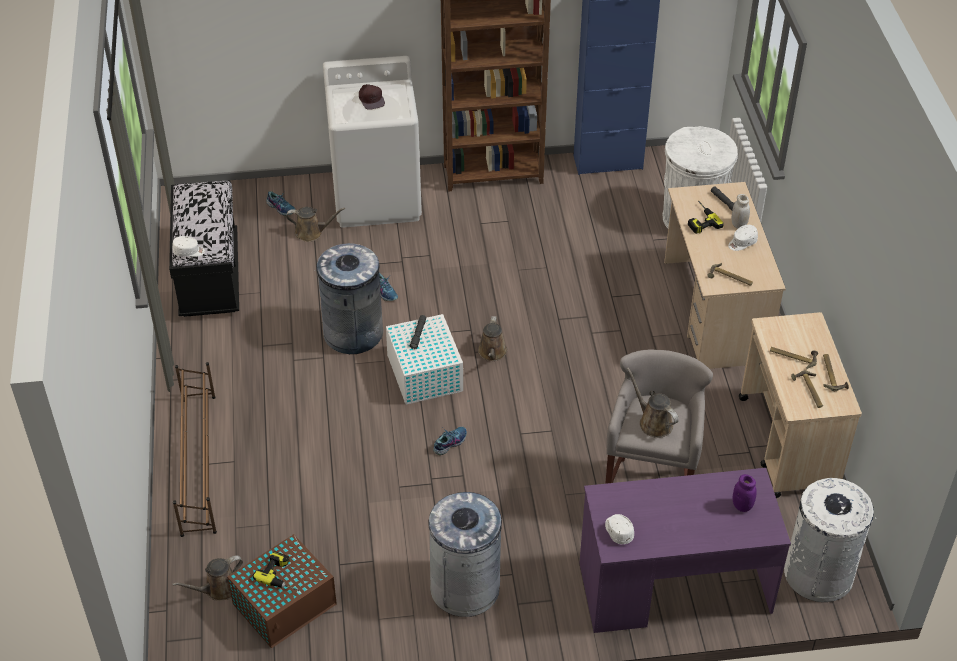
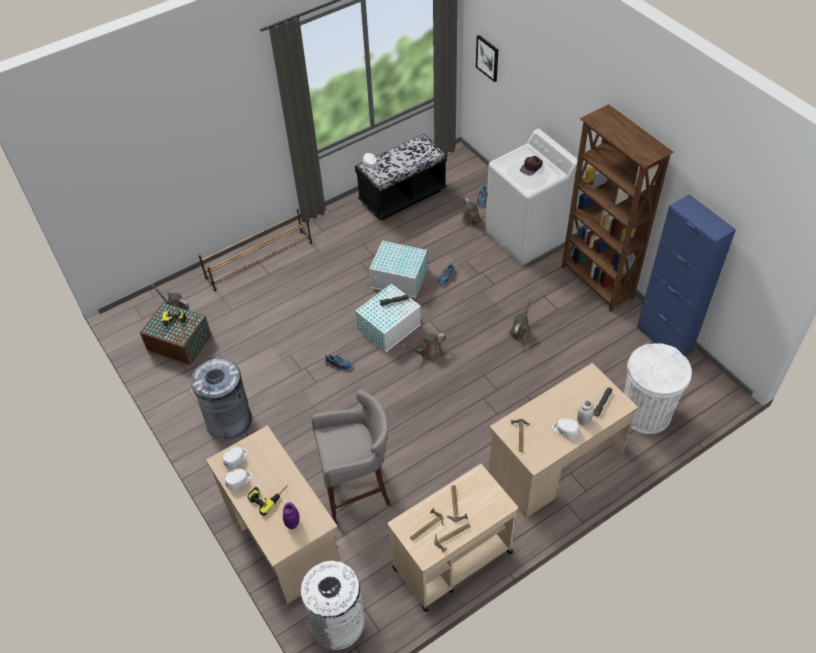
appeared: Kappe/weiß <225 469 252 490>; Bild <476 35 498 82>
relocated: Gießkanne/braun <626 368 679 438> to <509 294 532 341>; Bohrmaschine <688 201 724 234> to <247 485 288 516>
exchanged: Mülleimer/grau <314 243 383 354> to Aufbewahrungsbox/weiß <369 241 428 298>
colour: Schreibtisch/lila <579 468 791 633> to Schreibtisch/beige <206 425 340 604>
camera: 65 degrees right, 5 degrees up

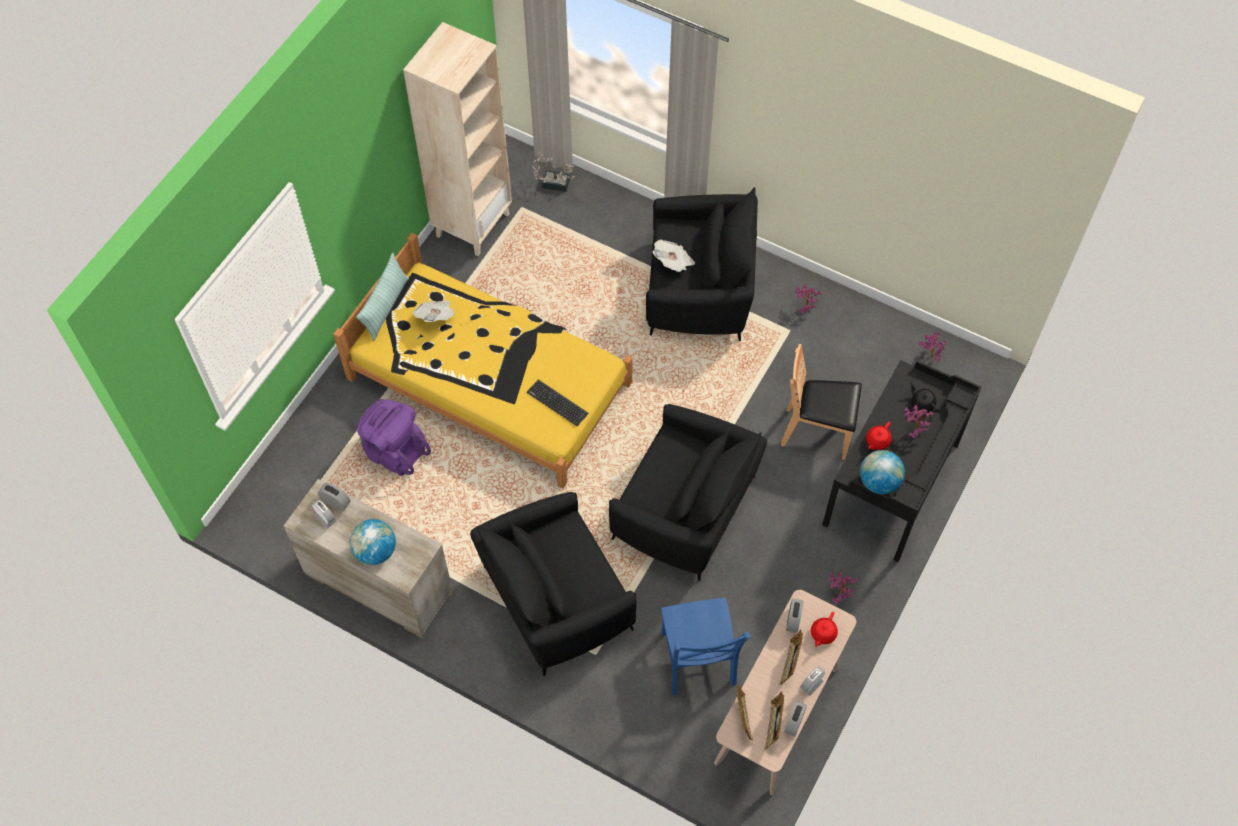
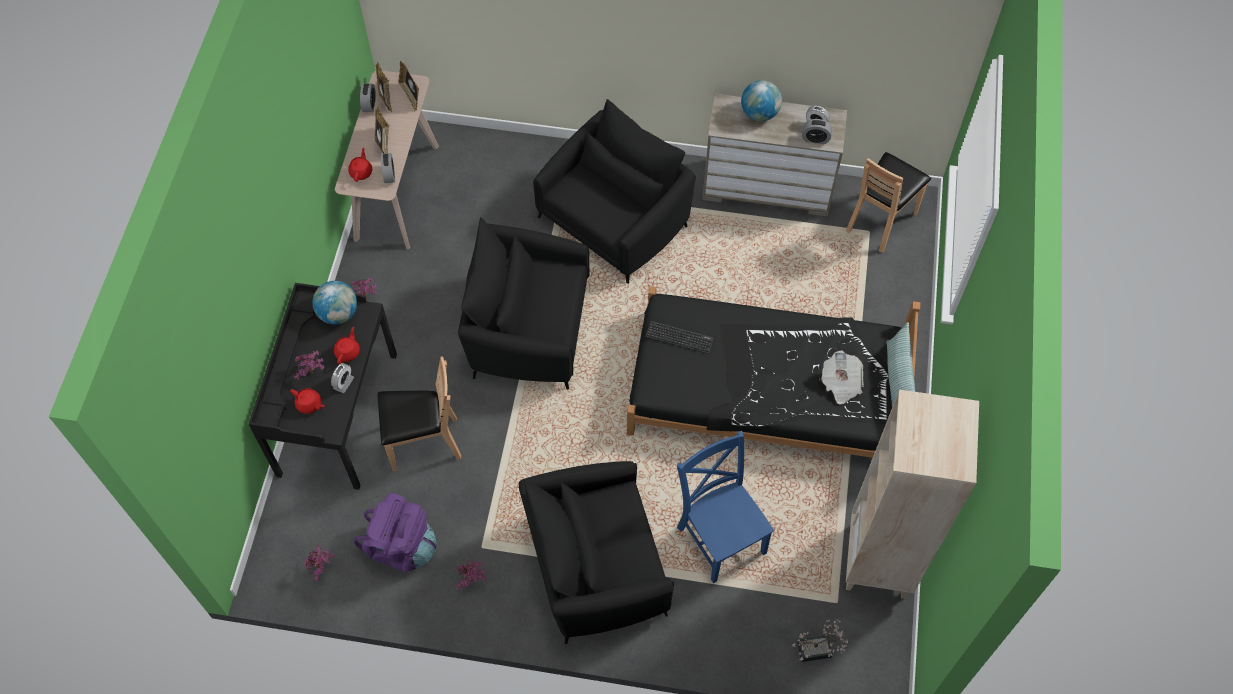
missing: Zeitung <652 240 695 272>
appeared: Stuhl/braun <846 152 931 253>
relocated: Rucksack/lila <357 399 431 476> to <354 493 437 572>; Stuhl/blau <661 598 751 695> to <677 431 774 583>; Wecker <800 666 825 696> to <331 363 354 393>
colour: Bett/gelb <333 233 633 488> to Bett/schwarz <627 286 921 458>; Teekanne/schwarz <910 382 939 413> to Teekanne/rot <290 388 325 414>
camera: 160 degrees right, 0 degrees up

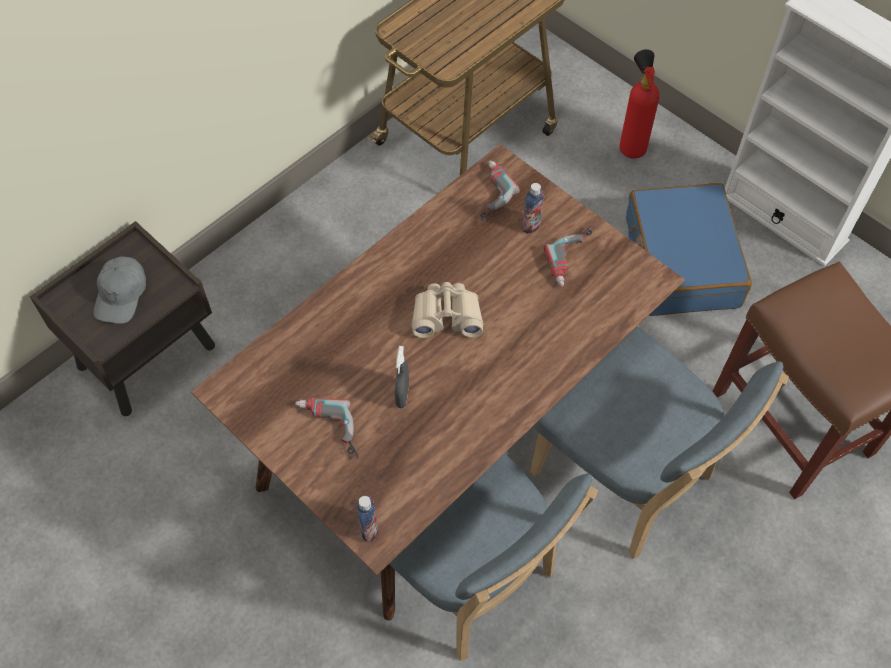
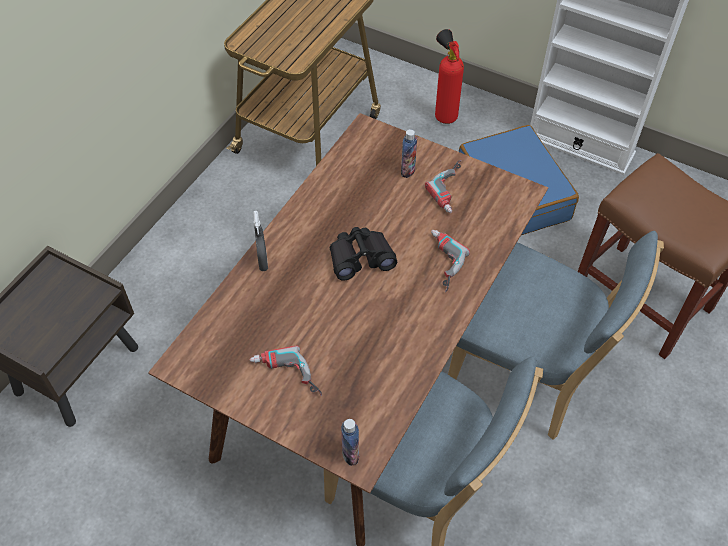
missing: Kappe/grau <94 256 146 324>
relocated: Sprühflasche/grau <395 346 409 408> to <254 211 268 271>; Bohrmaschine <480 160 520 224> to <431 230 470 292>
colour: Fernglas/beige <411 282 484 338> to Fernglas/schwarz <330 227 397 281>
camera: 15 degrees left, 5 degrees down

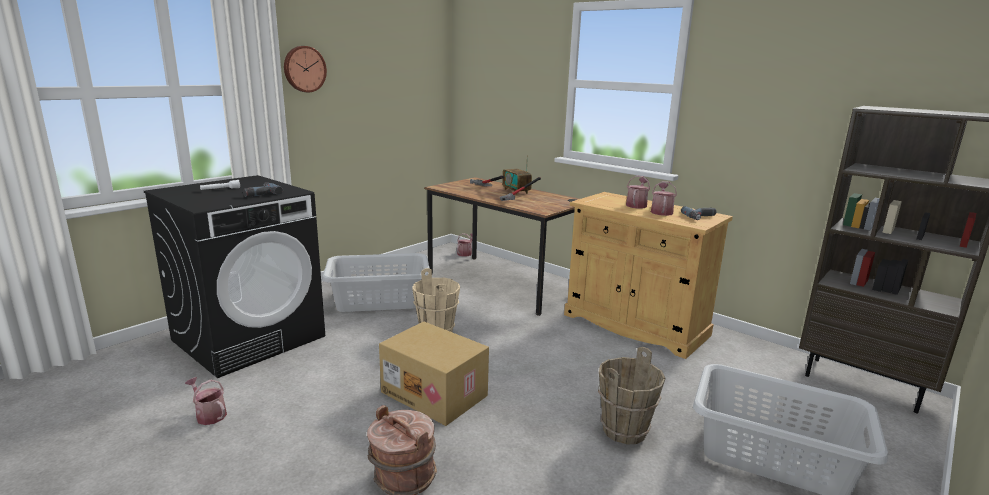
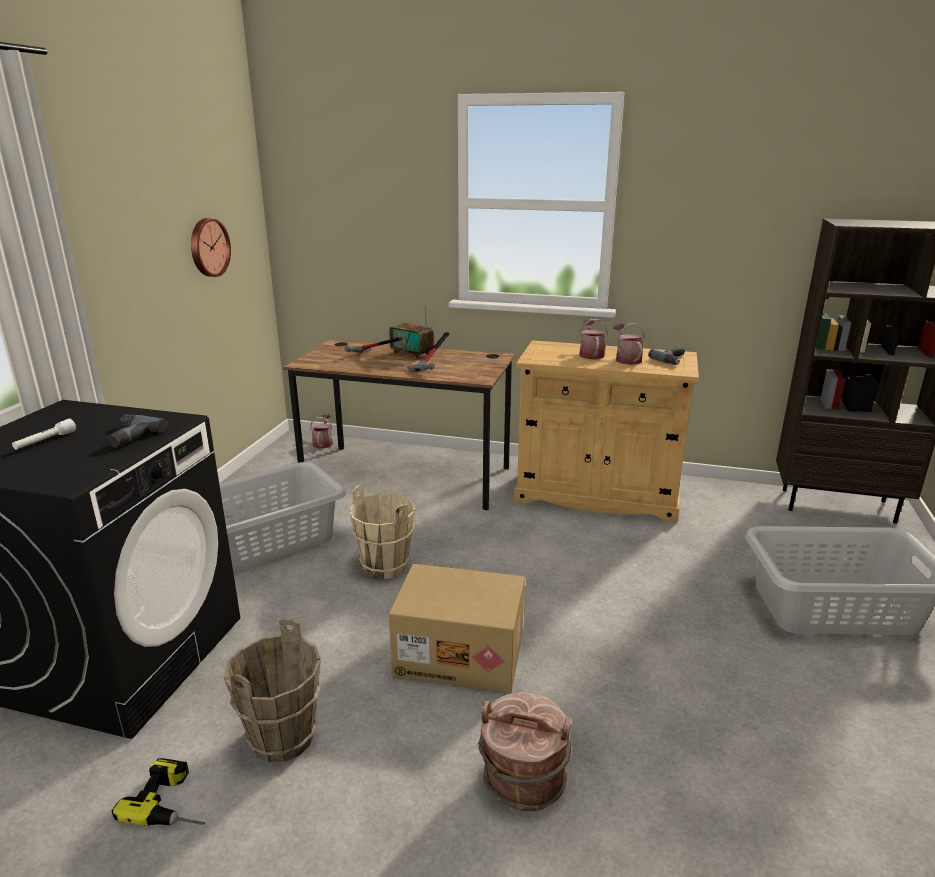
relocated: Wanduhr <284 46 327 92> to <191 218 231 277>; Eimer/braun <598 347 665 445> to <224 618 322 762>
exchanged: Gießkanne <185 377 227 425> to Bohrmaschine <111 758 205 826>
camera: 25 degrees left, 5 degrees up

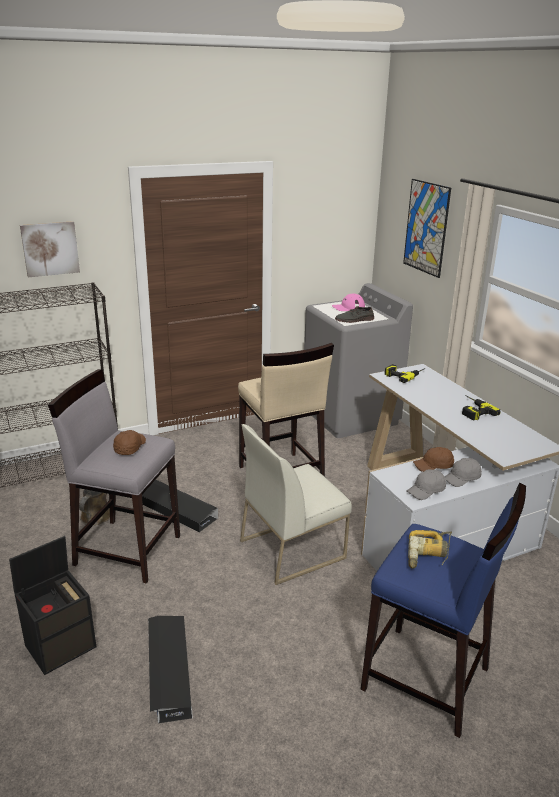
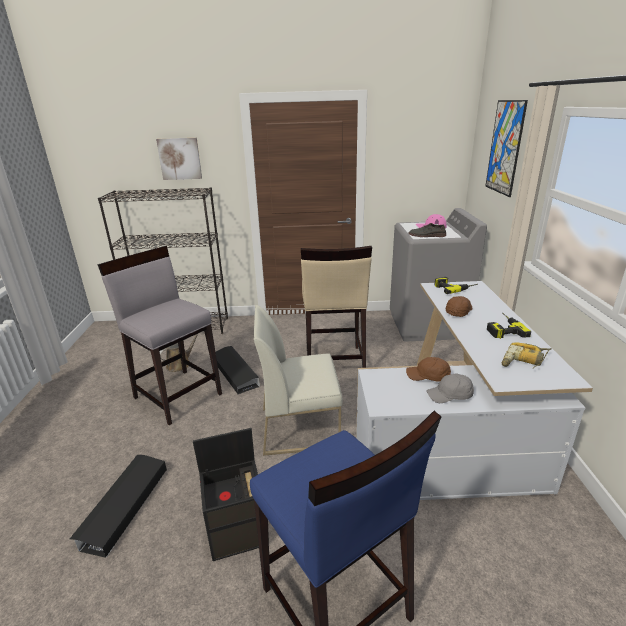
missing: Kappe/grau <406 469 446 500>
relocated: Aufbewahrungsbox/schwarz <9 536 96 675> to <193 428 259 561>; Kappe/braun <113 430 146 455> to <446 296 472 317>; Bohrmaschine <408 530 452 569> to <501 342 552 369>
camera: 25 degrees right, 0 degrees up

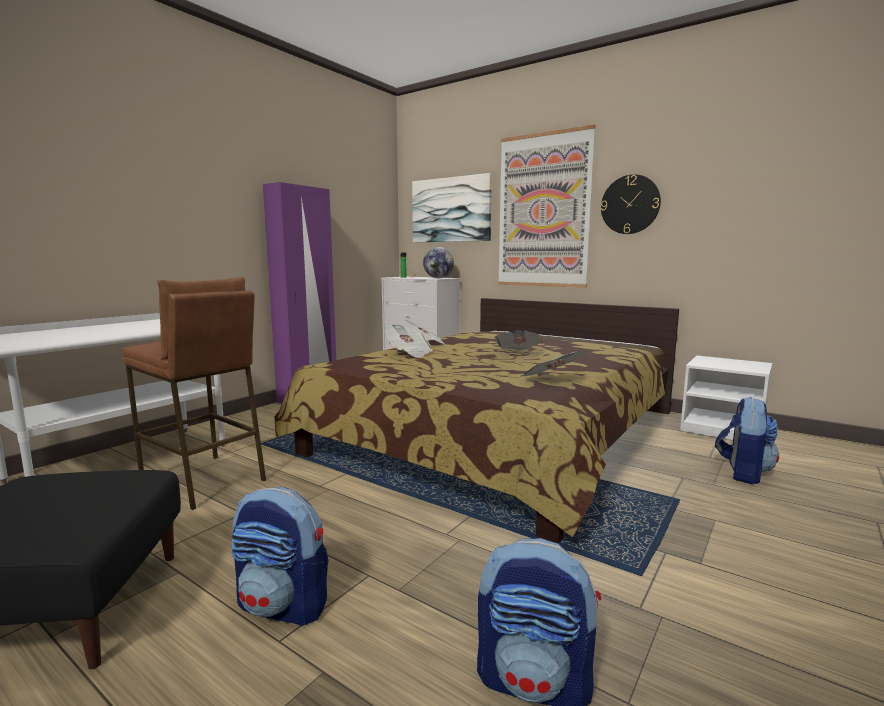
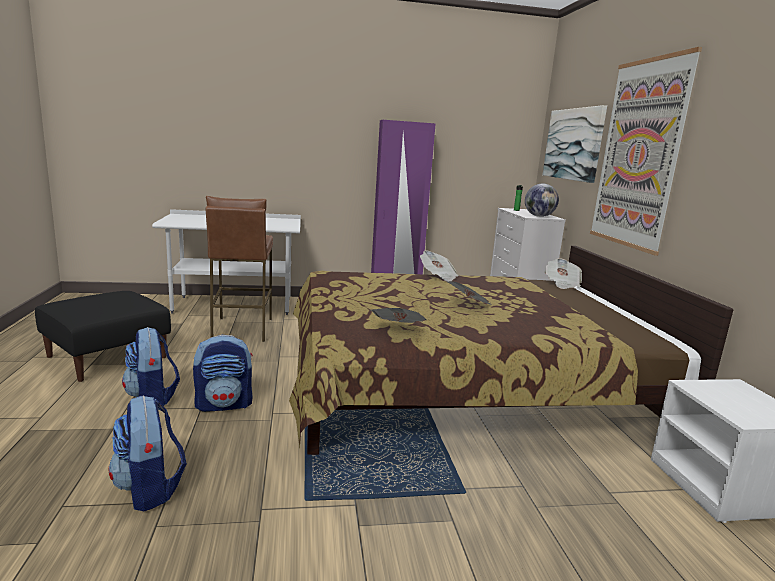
missing: Wanduhr <601 174 661 234>
relocated: Zeitung <385 324 433 358> to <545 258 582 289>; Rucksack <715 397 779 484> to <193 335 253 412>
camera: 45 degrees right, 5 degrees up

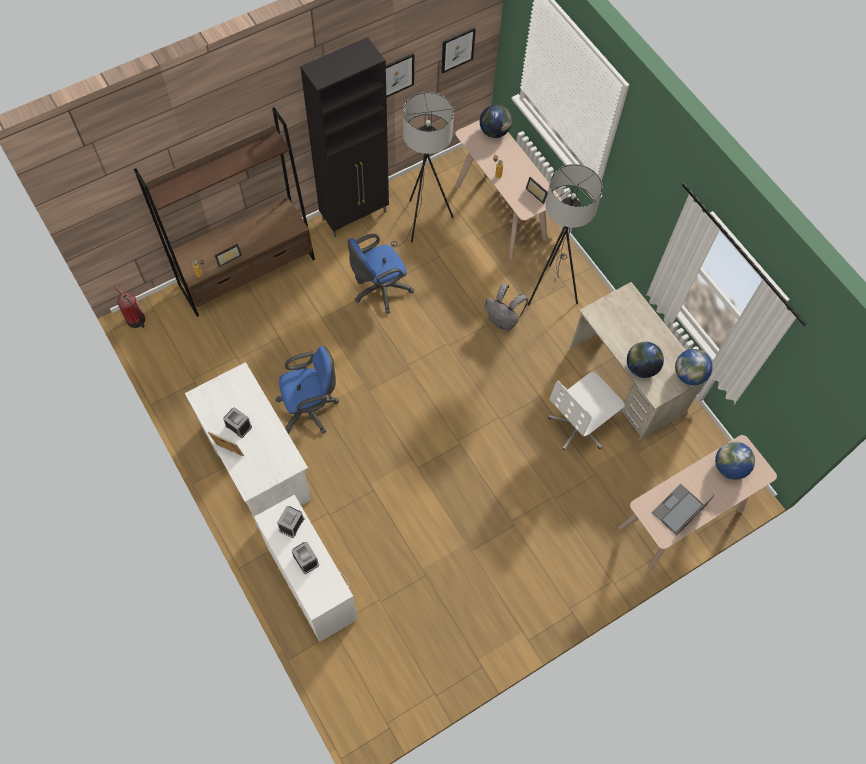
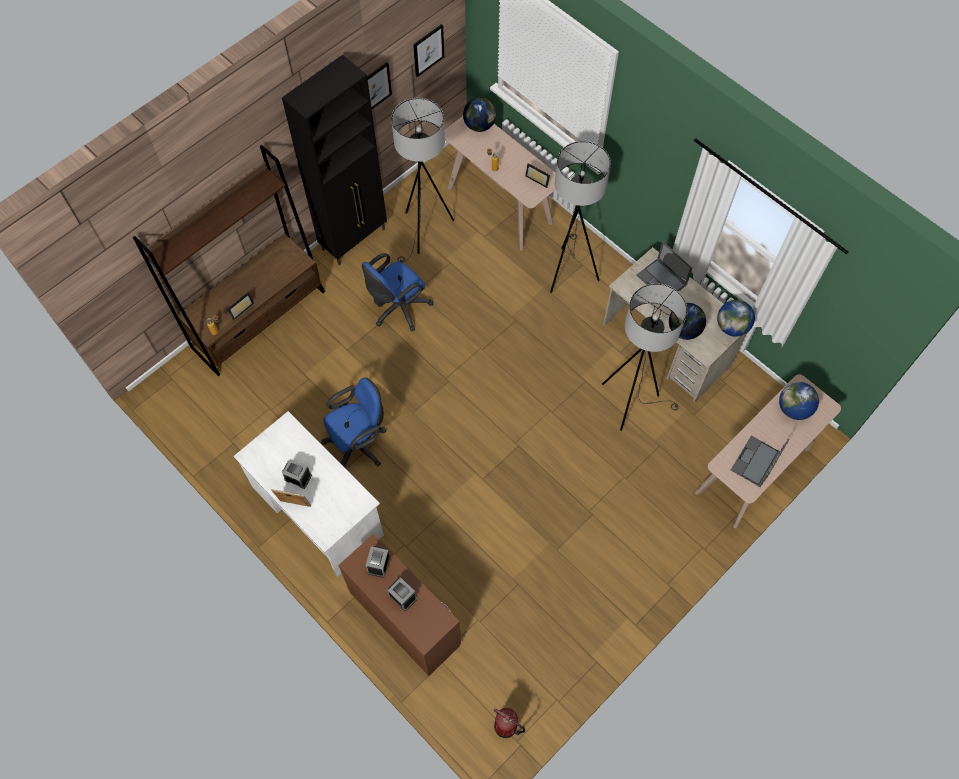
missing: Rucksack/grau <484 284 528 331>
appeared: Laptop <637 241 693 292>
relocated: Feuerlöscher <115 285 145 328> to <493 708 525 738>
exchanged: Bürostuhl/weiß <548 372 625 450> to Stehlampe/grau <602 283 687 431>
colour: Schreibtisch/weiß <254 494 357 642> to Schreibtisch/braun <338 533 461 676>
camera: 10 degrees left, 0 degrees up

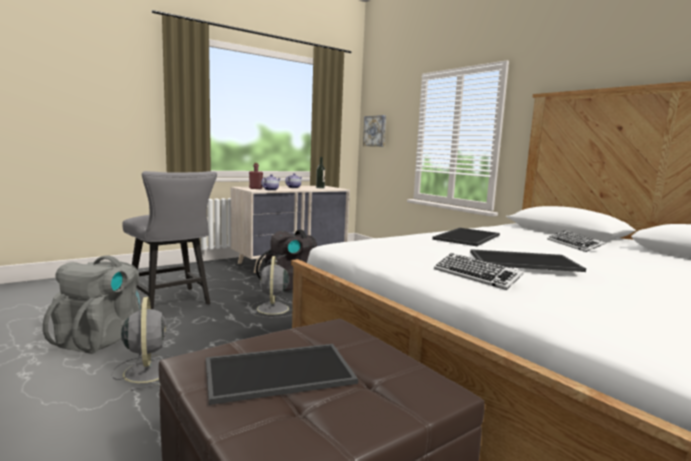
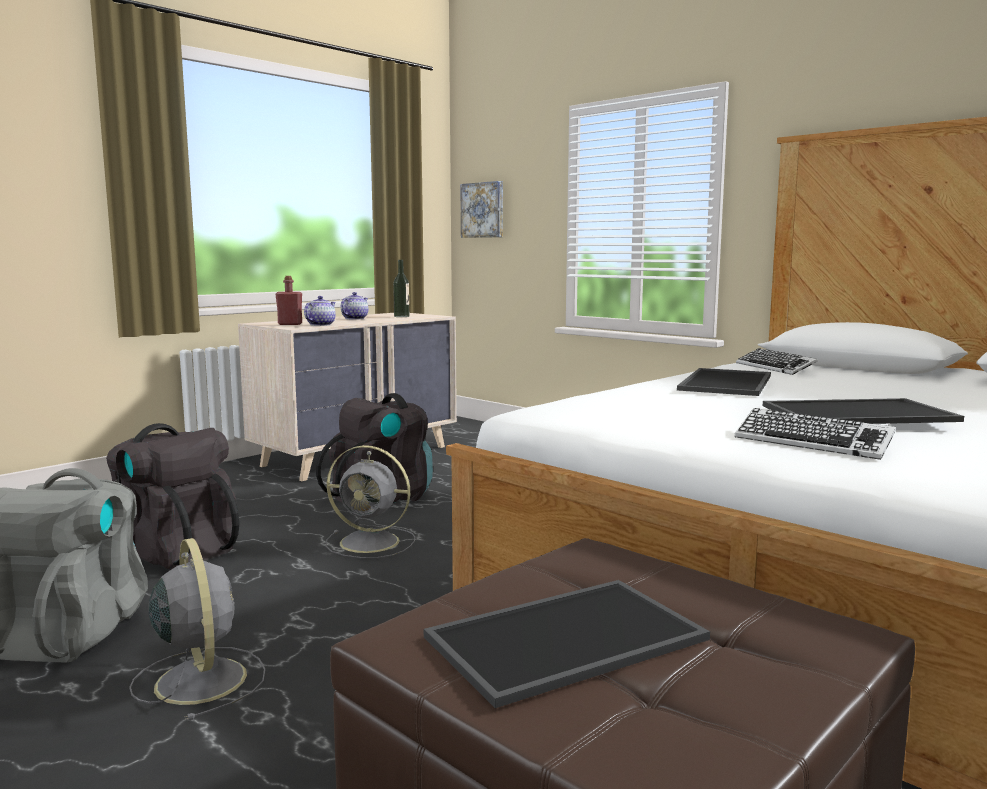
relocated: Tastatur <547 230 606 252> to <736 348 818 375>
exchanged: Stuhl/grau <122 171 217 309> to Rucksack/schwarz <106 423 240 570>
spun: Ventilator/grau <250 256 293 318> = <326 445 415 558> 60 degrees counterclockwise
camera: 10 degrees left, 0 degrees up

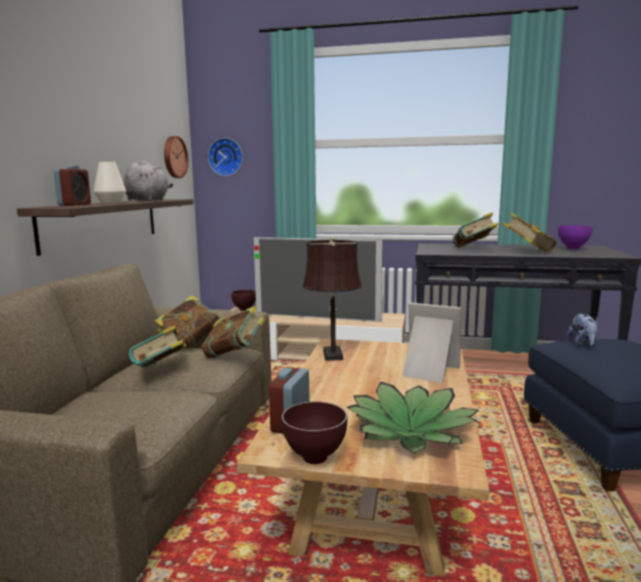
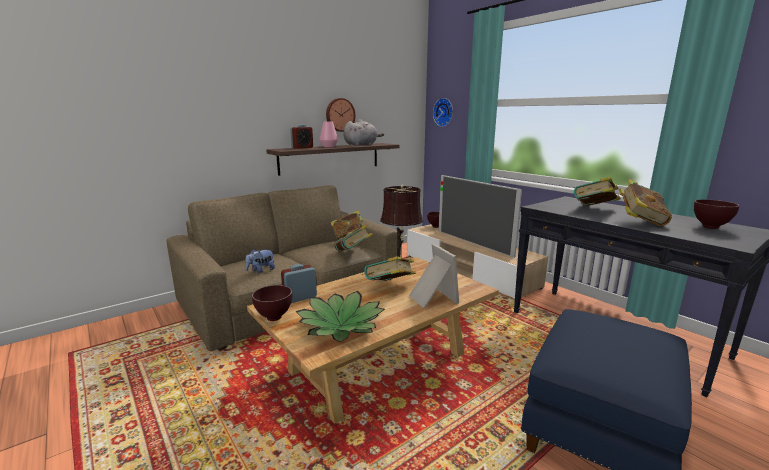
relocated: Buch <129 325 187 368> to <364 256 416 281>; Wanduhr <164 136 188 178> to <326 98 356 132>; Plüschtier <567 313 598 347> to <245 249 275 273>
colour: Vase/weiß <93 162 126 203> to Vase/rosa <319 121 338 147>; Schüssel/lila <558 225 593 250> to Schüssel/braun <694 199 740 229>
camera: 40 degrees right, 5 degrees up

